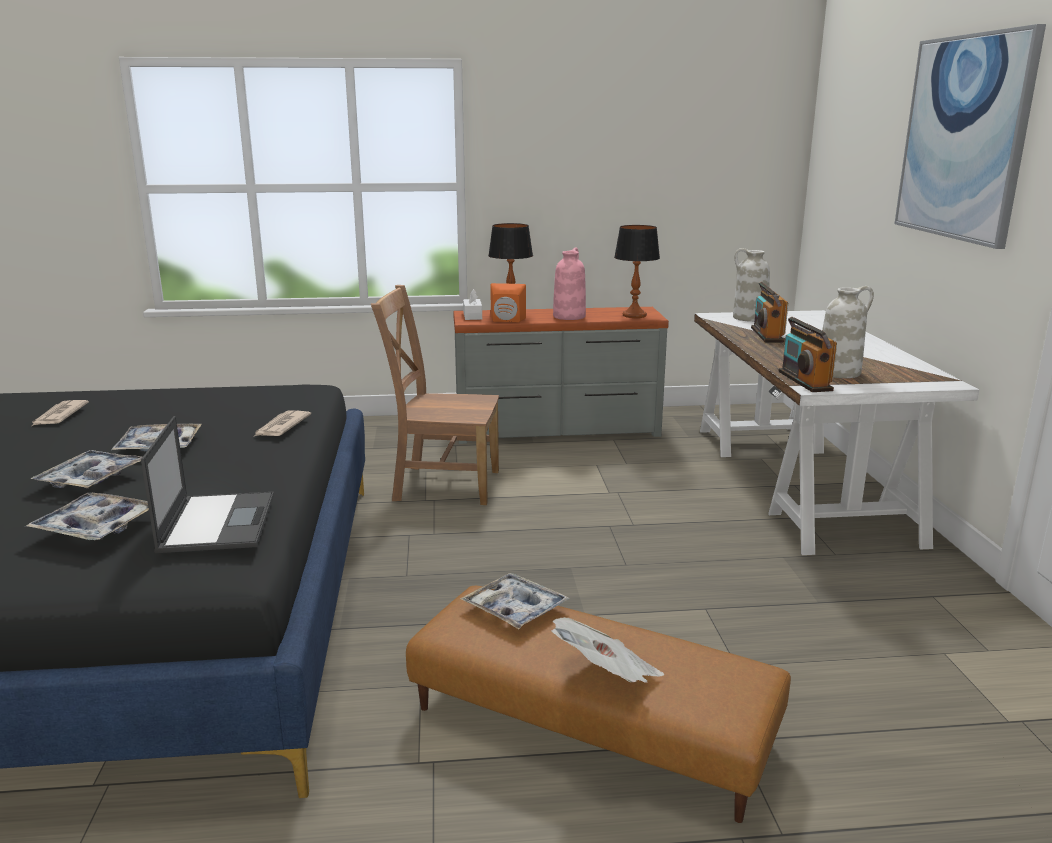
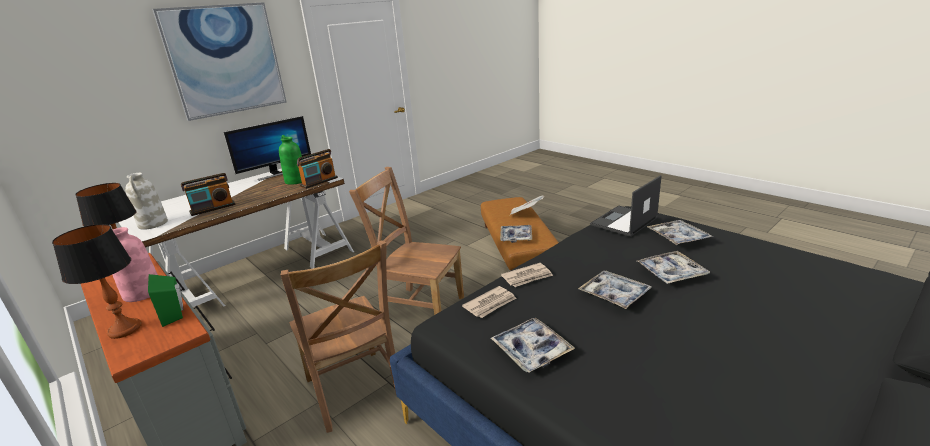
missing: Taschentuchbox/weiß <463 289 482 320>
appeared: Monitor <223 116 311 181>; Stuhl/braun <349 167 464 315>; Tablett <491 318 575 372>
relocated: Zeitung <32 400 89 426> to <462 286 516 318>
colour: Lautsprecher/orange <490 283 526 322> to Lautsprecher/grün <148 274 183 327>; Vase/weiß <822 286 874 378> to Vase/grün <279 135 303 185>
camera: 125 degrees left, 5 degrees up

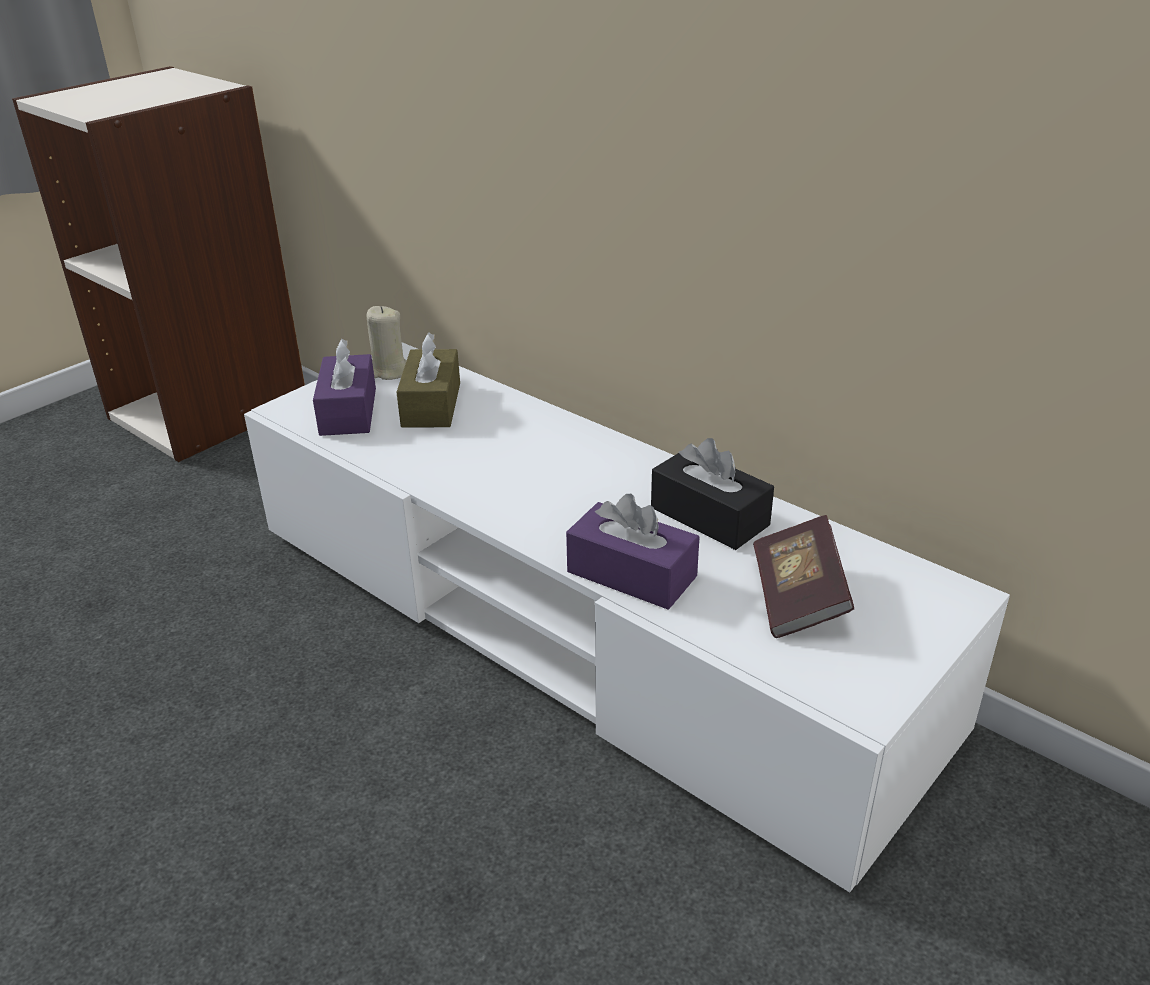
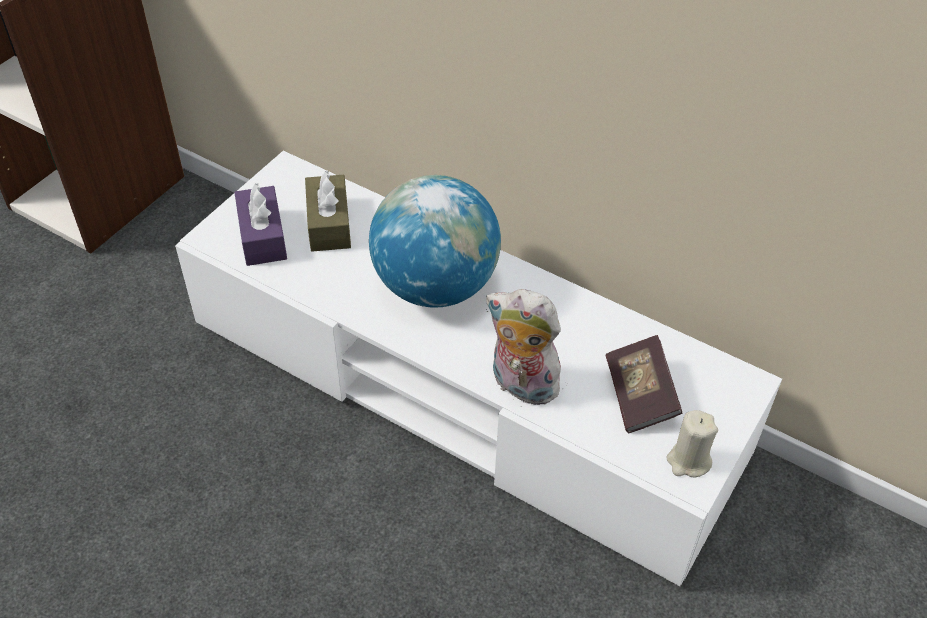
missing: Taschentuchbox/schwarz <651 438 774 550>
appeared: Globus <369 175 501 308>
relocated: Kerze/beige <367 306 407 380> to <667 410 718 478>
exchanged: Taschentuchbox/lila <566 494 699 609> to Plüschtier <486 289 568 405>
camera: 10 degrees left, 15 degrees up

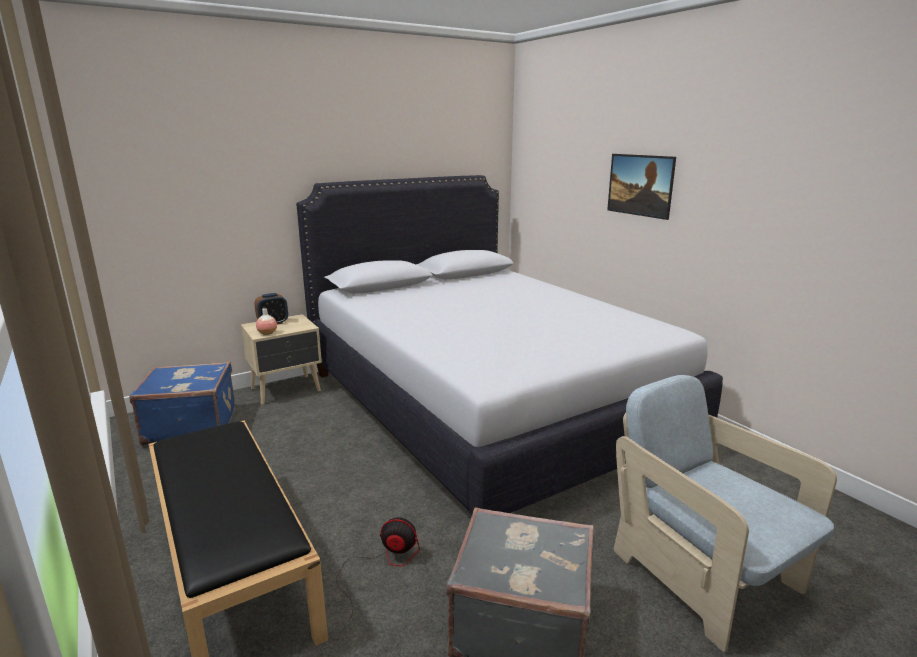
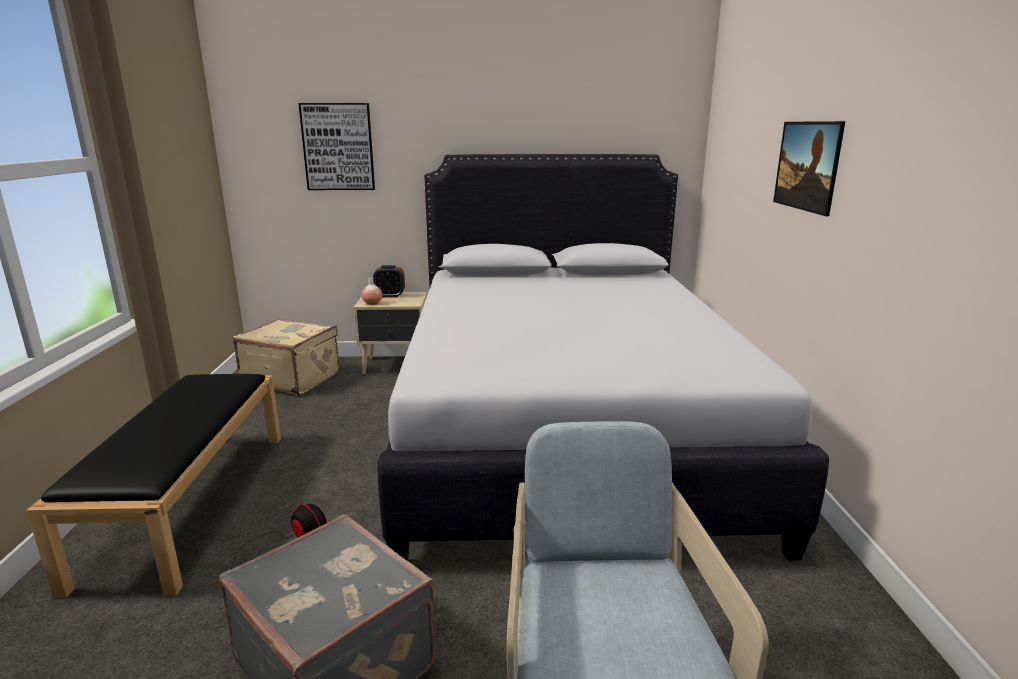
appeared: Bild <298 103 375 190>
colour: Koffer/blau <129 362 235 446> to Koffer/beige <233 319 339 395>
camera: 30 degrees right, 0 degrees up

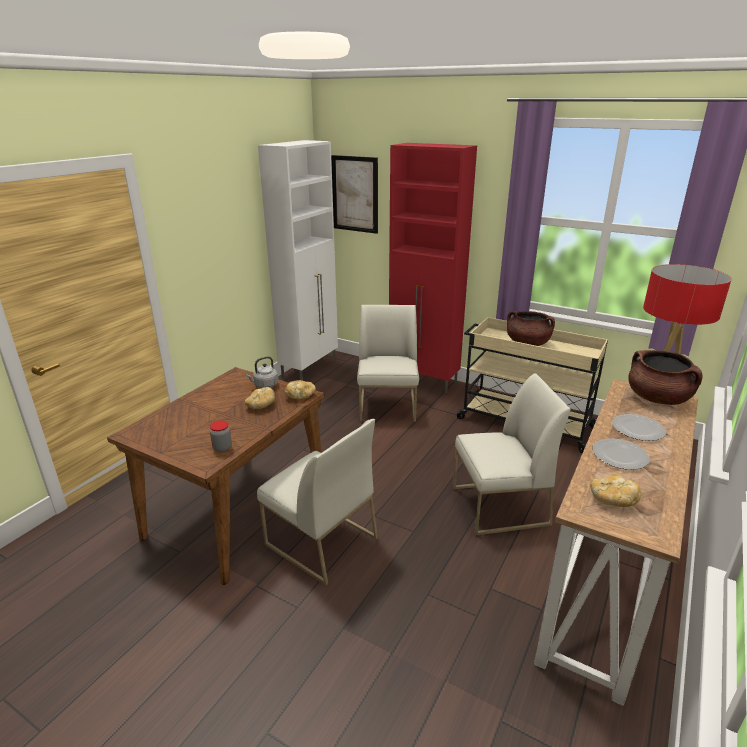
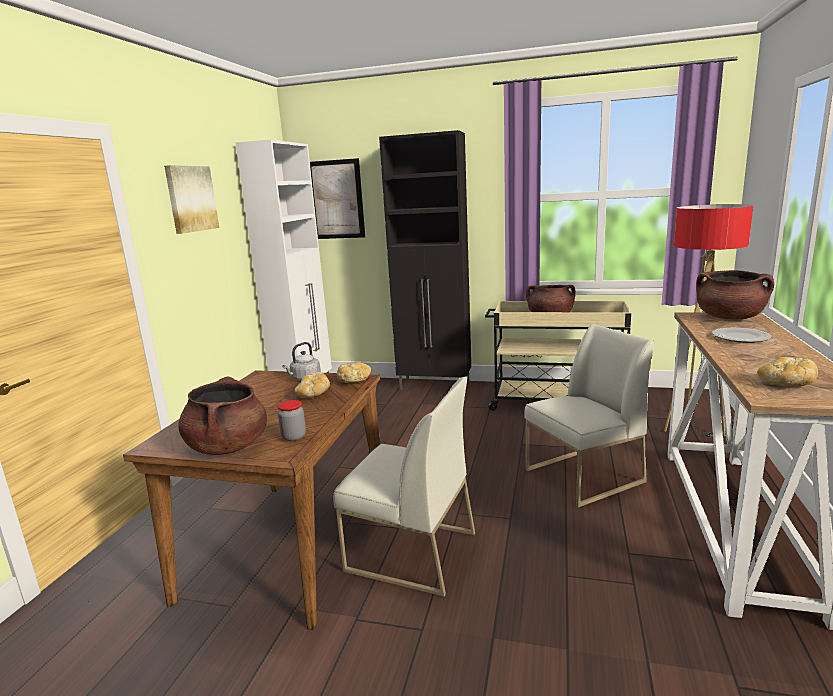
missing: Stuhl/weiß <357 305 419 422>; Teller <593 438 650 470>
appeared: Bild <164 165 219 234>; Kochtopf/braun <179 376 267 455>
colour: Schrank/rot <389 143 477 393> to Schrank/schwarz <379 130 471 390>
camera: 15 degrees left, 10 degrees down

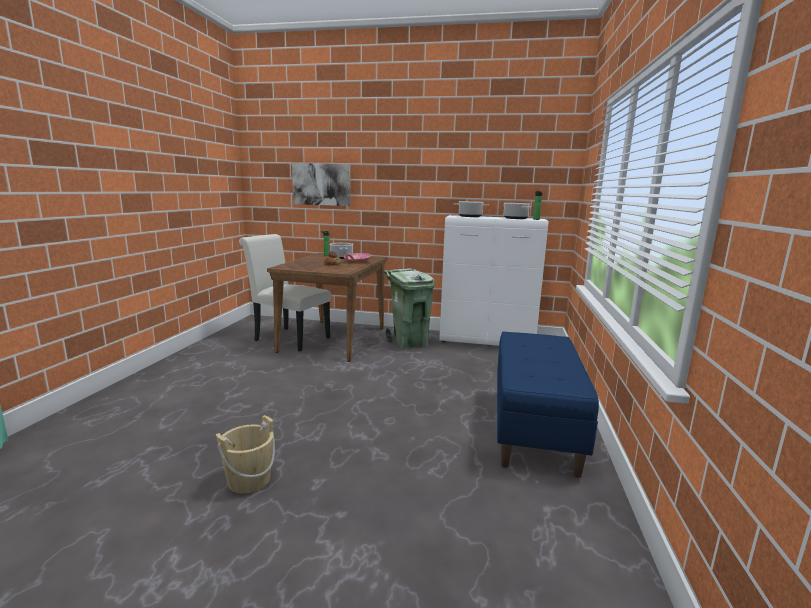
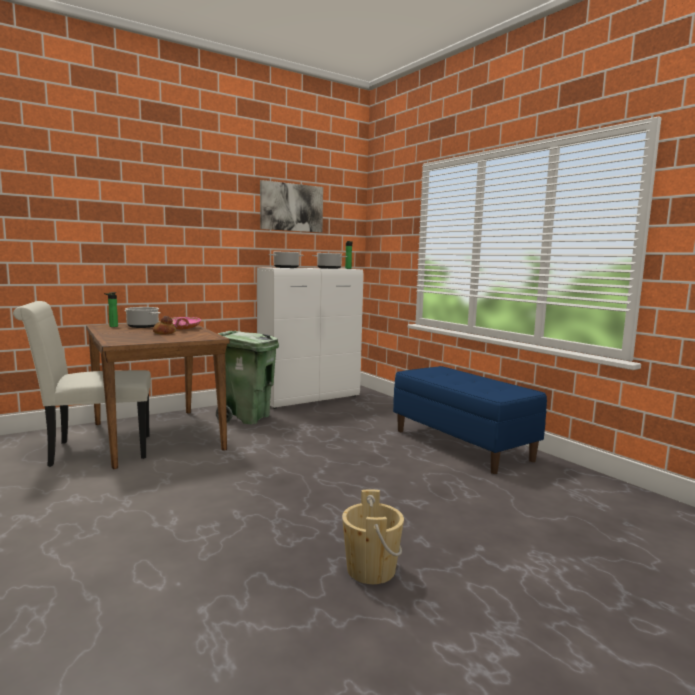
relocated: Bild <292 163 351 206> to <260 180 323 232>
camera: 45 degrees left, 5 degrees down

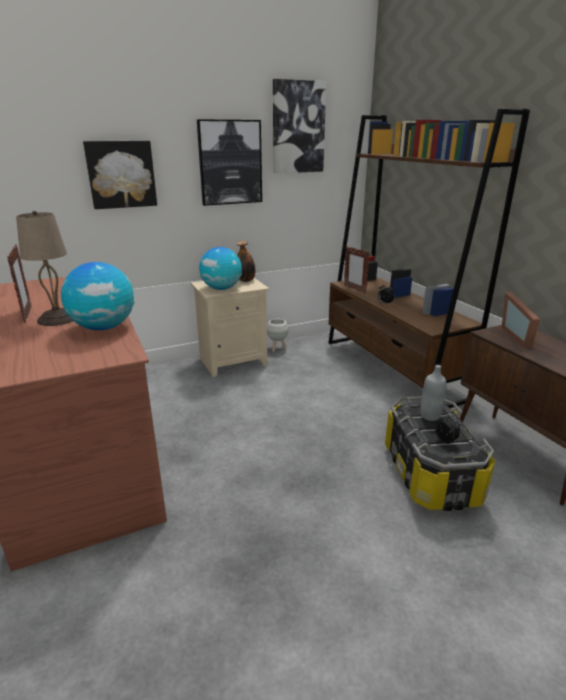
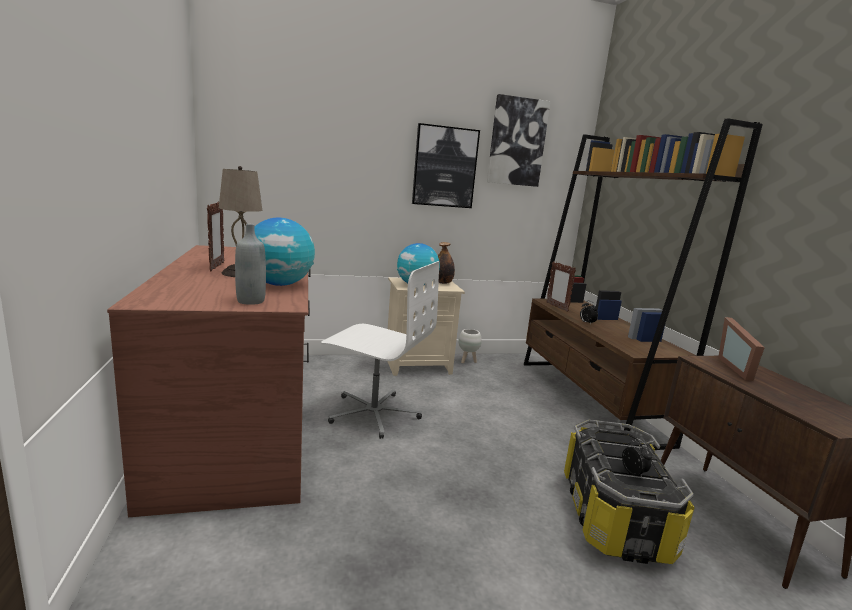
missing: Bild <83 141 157 209>
appeared: Bürostuhl/weiß <321 261 439 439>
relocated: Flasche/grau <420 365 446 421> to <235 224 266 305>
camera: 10 degrees right, 10 degrees down

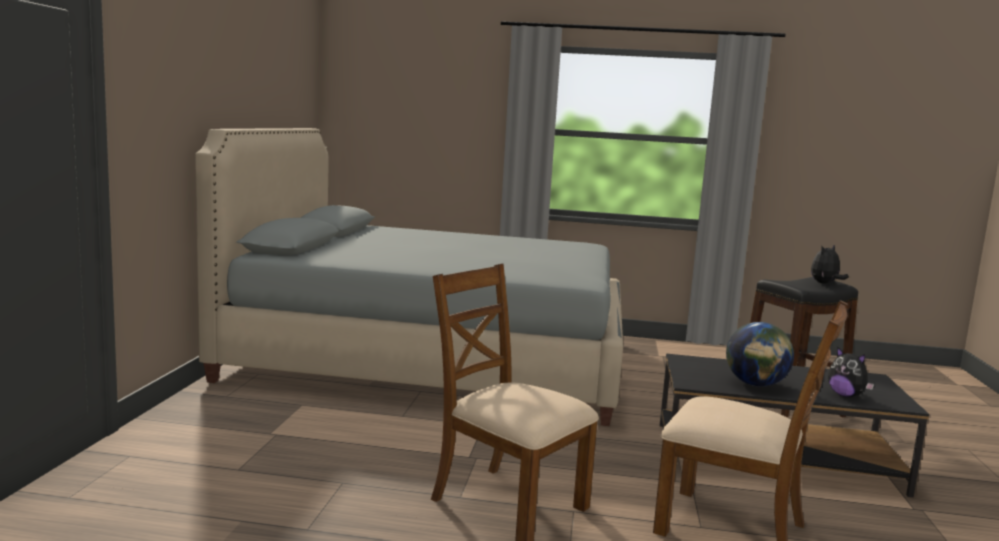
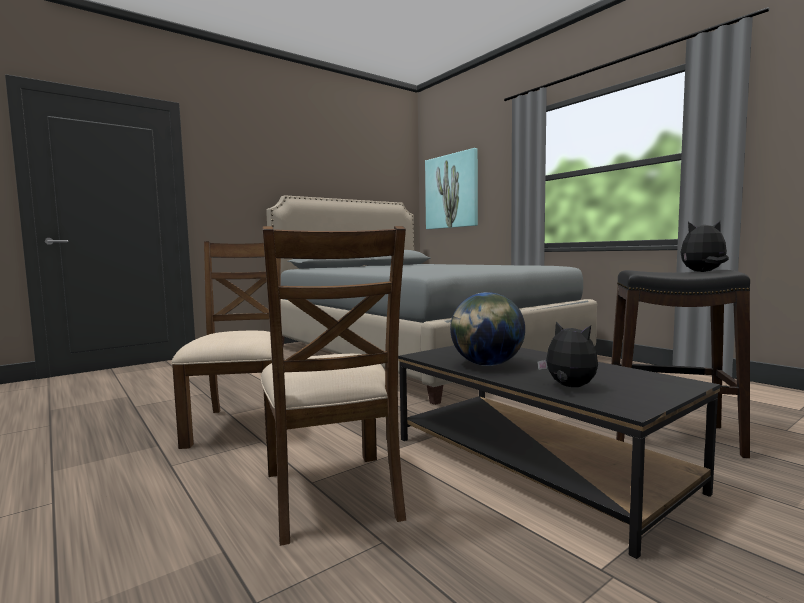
appeared: Bild <425 148 478 229>
spun: Plüschtier <828 348 874 397> = <537 321 598 387> 135 degrees clockwise
camera: 45 degrees right, 5 degrees down

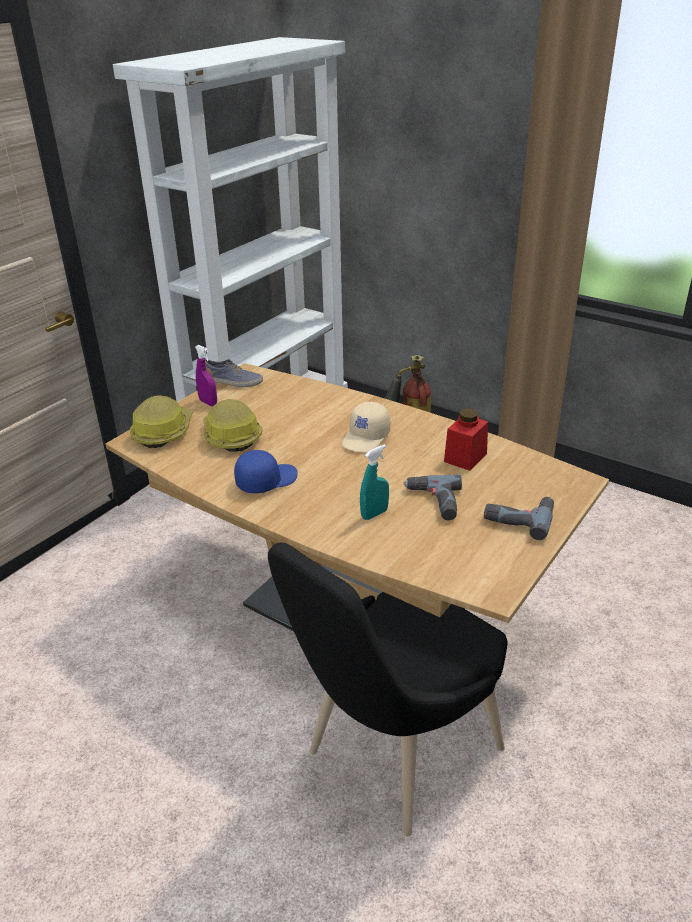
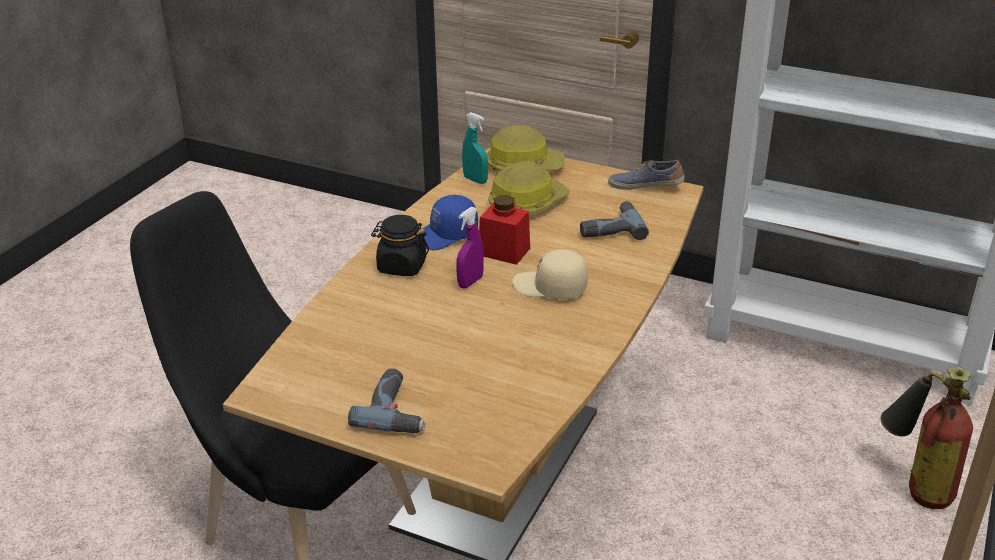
appeared: Vorratsglas/schwarz <371 215 429 276>
relocated: Sprühflasche/lila <195 345 217 406> to <456 207 484 288>; Sprühflasche/türkis <360 444 389 520> to <462 112 488 184>; Bohrmaschine <404 475 462 520> to <580 201 649 240>; Vorratsglas/rot <444 408 488 471> to <479 195 530 265>
spun: Schuh <205 359 263 387> = <608 160 684 190> 120 degrees clockwise; Kappe/blau <234 450 298 493> = <419 195 478 250> 105 degrees clockwise
camera: 80 degrees right, 0 degrees up

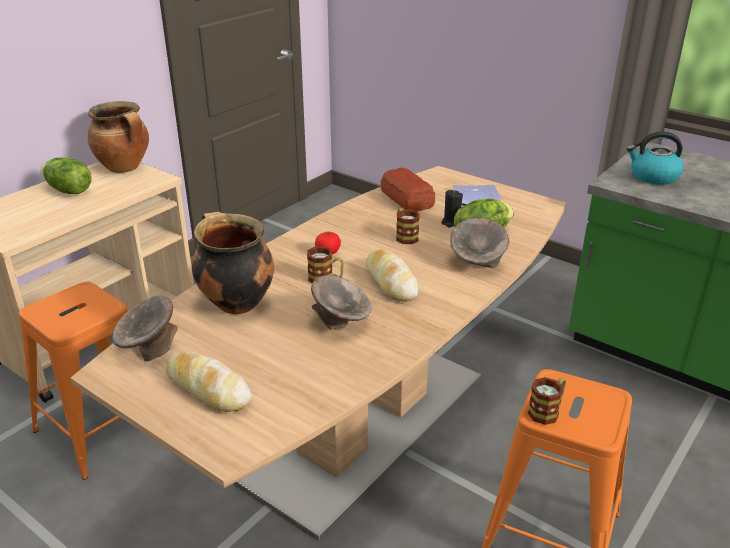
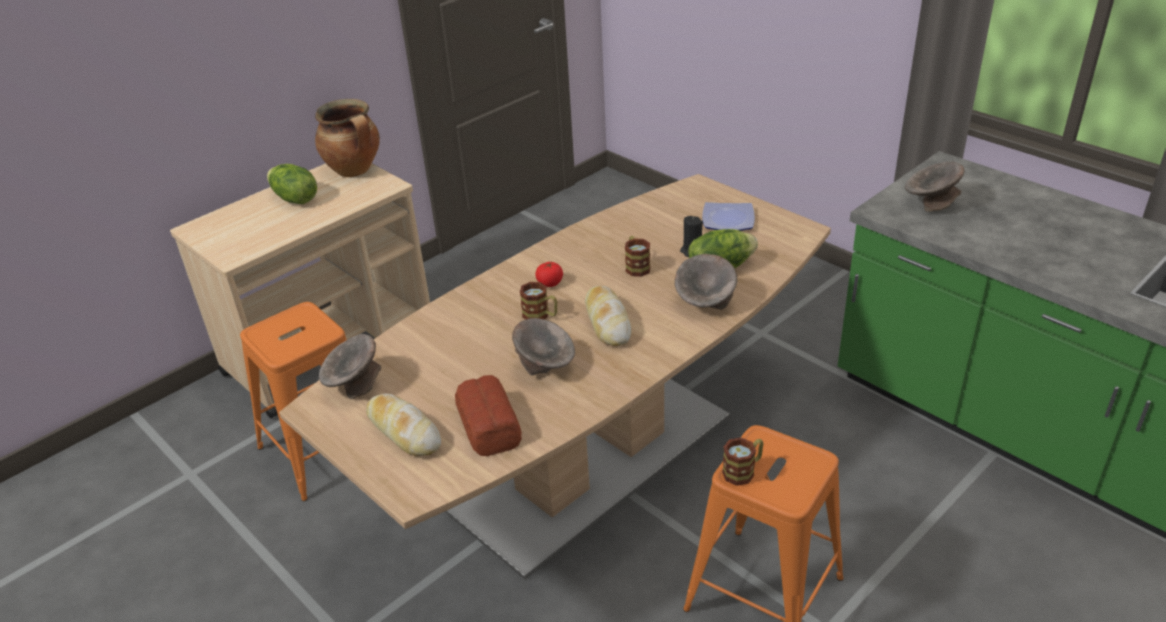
missing: Kochtopf <192 212 274 315>
relocated: Brot <381 168 435 212> to <455 375 522 456>
exchanged: Wasserkessel <627 131 684 185> to Schüssel/grau <905 162 964 212>
camera: 10 degrees right, 5 degrees up

